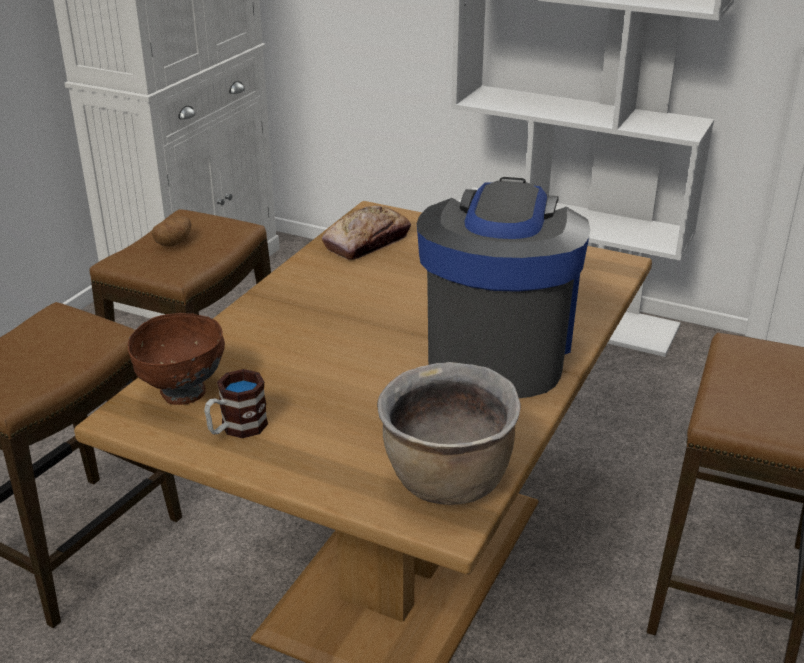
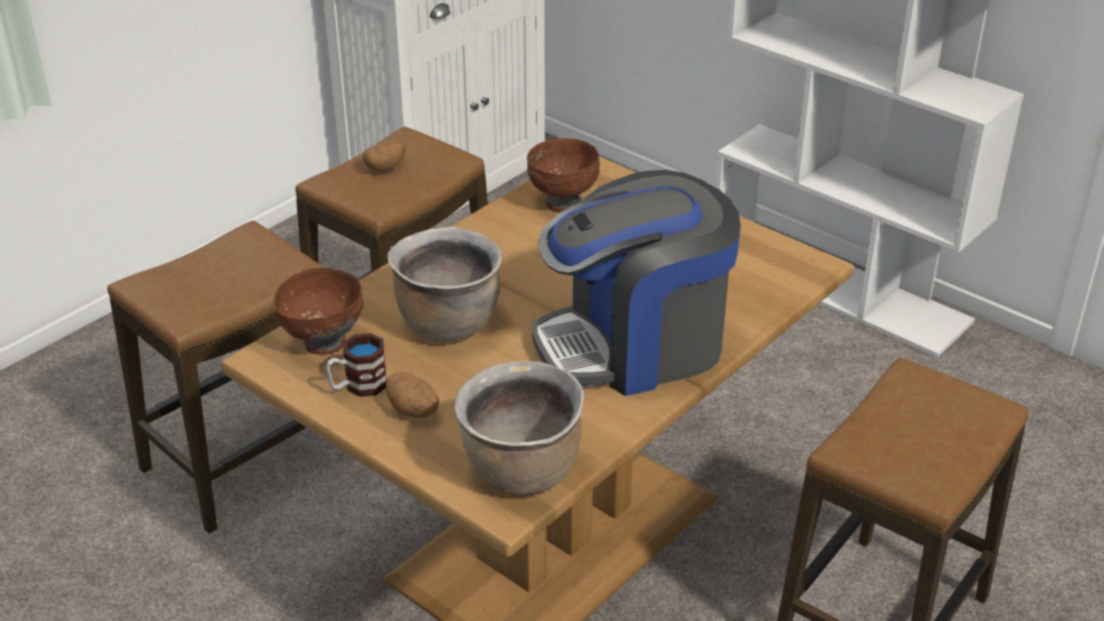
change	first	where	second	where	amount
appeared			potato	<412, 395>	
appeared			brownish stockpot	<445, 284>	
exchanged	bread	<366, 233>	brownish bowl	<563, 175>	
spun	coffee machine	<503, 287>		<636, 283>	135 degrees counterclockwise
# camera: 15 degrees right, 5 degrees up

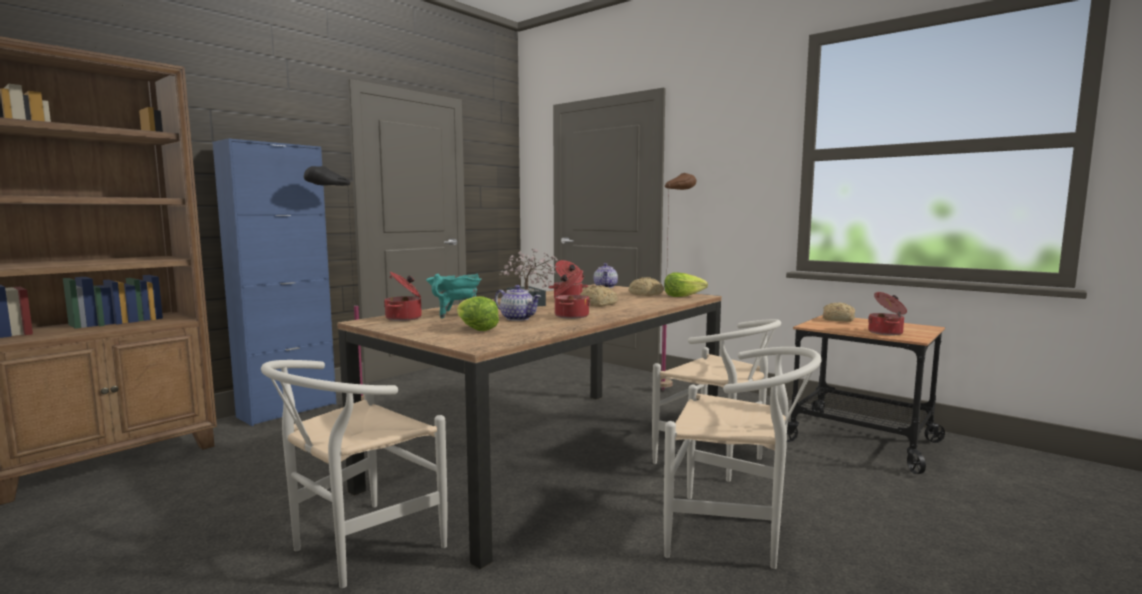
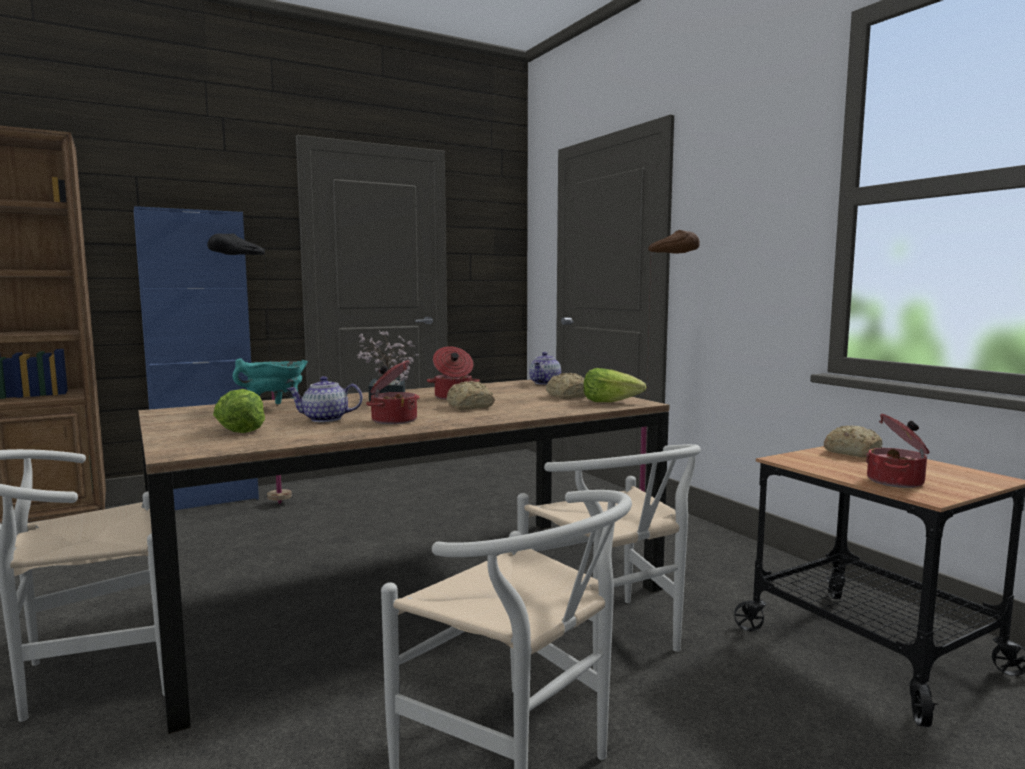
change	first	where	second	where	amount
spun	tea pot	<518, 303>		<325, 399>	120 degrees clockwise
missing	stockpot	<403, 296>			
# camera: 20 degrees right, 0 degrees up

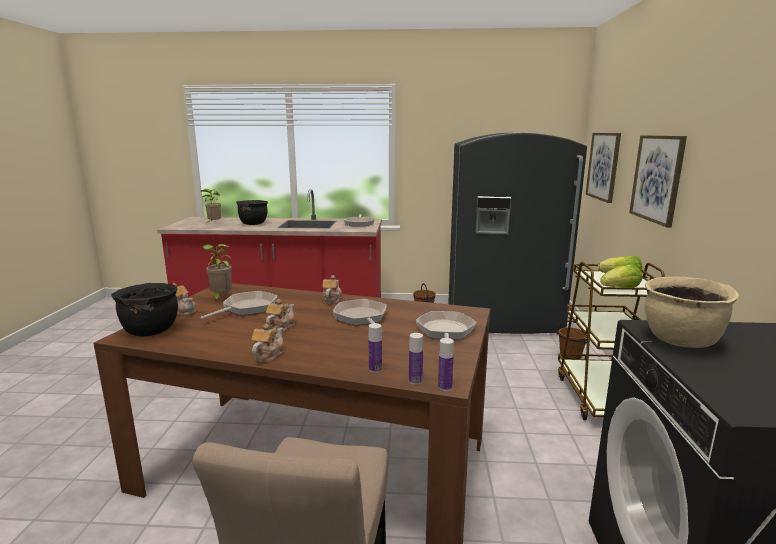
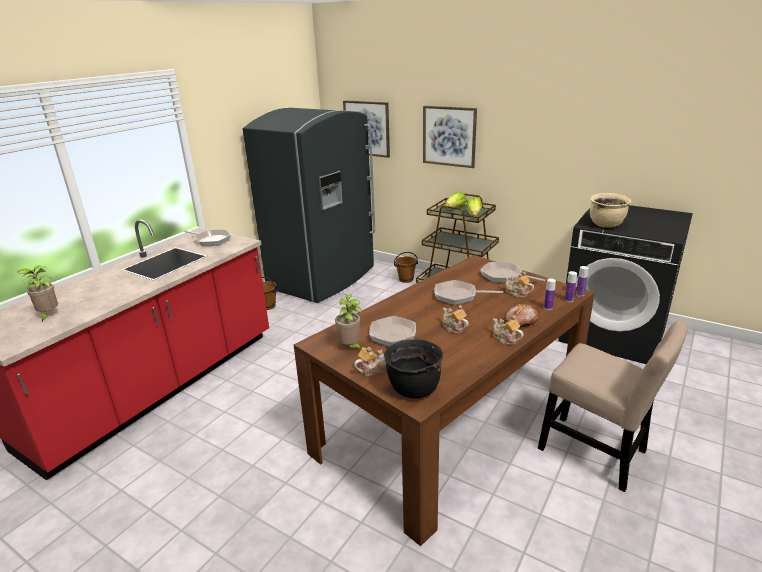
change	first	where	second	where	amount
appeared			bread	<521, 315>	
relocated	tea pot	<332, 289>		<519, 284>	
missing	black-coloured stockpot	<252, 212>			
# camera: 60 degrees left, 10 degrees up

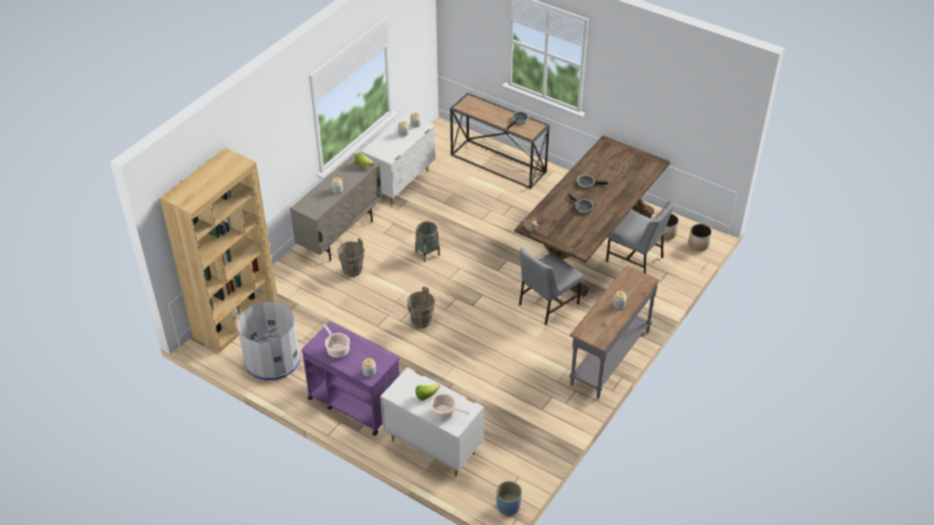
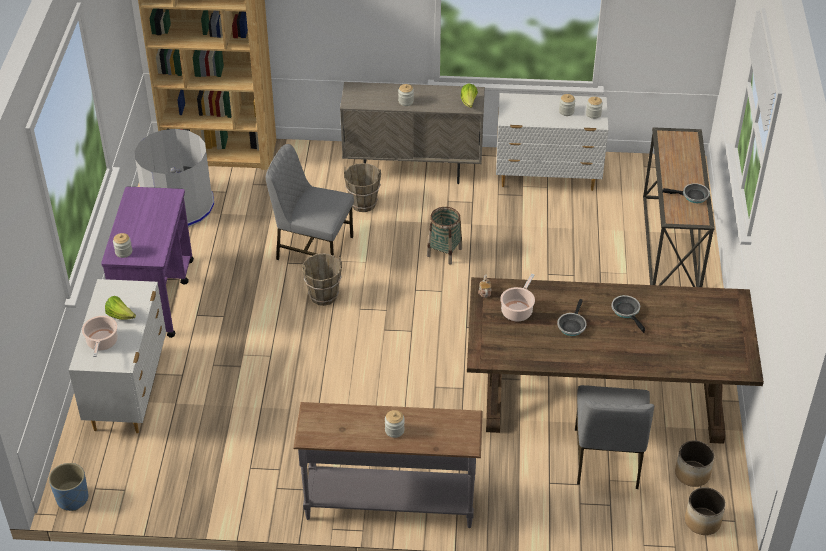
change	first	where	second	where	amount
relocated	grey chair	<551, 286>		<310, 202>	
relocated	stockpot	<336, 341>		<517, 297>	
# camera: 60 degrees right, 0 degrees up

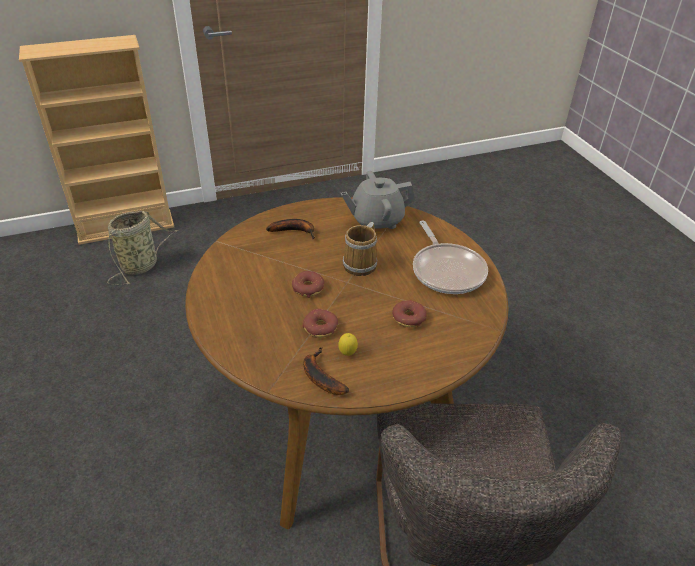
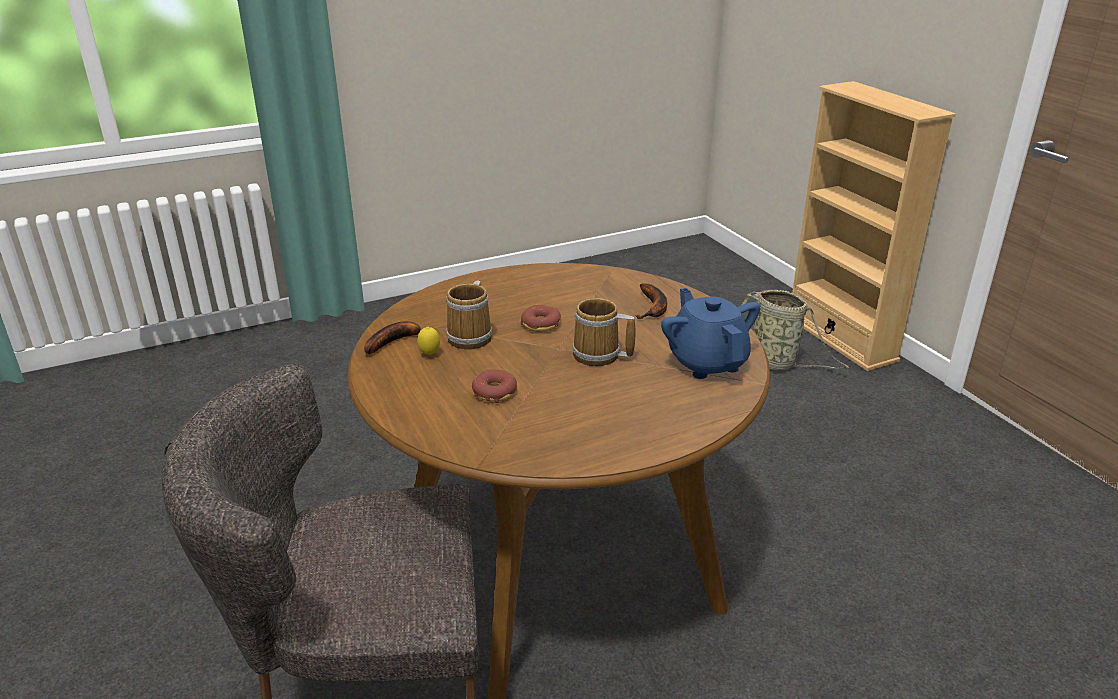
change	first	where	second	where	amount
exchanged	doughnut	<320, 323>	mug	<469, 315>	
colour	grey tea pot	<378, 200>	blue tea pot	<710, 333>	
missing	frying pan	<450, 257>			
# camera: 85 degrees right, 10 degrees down

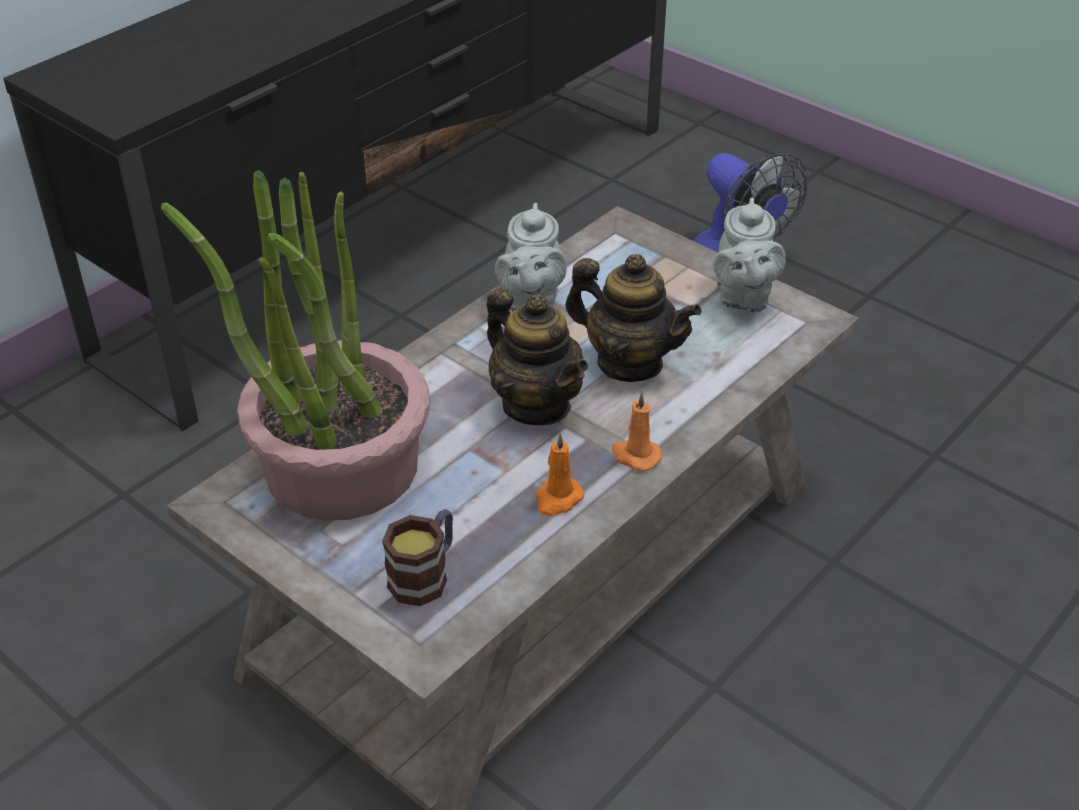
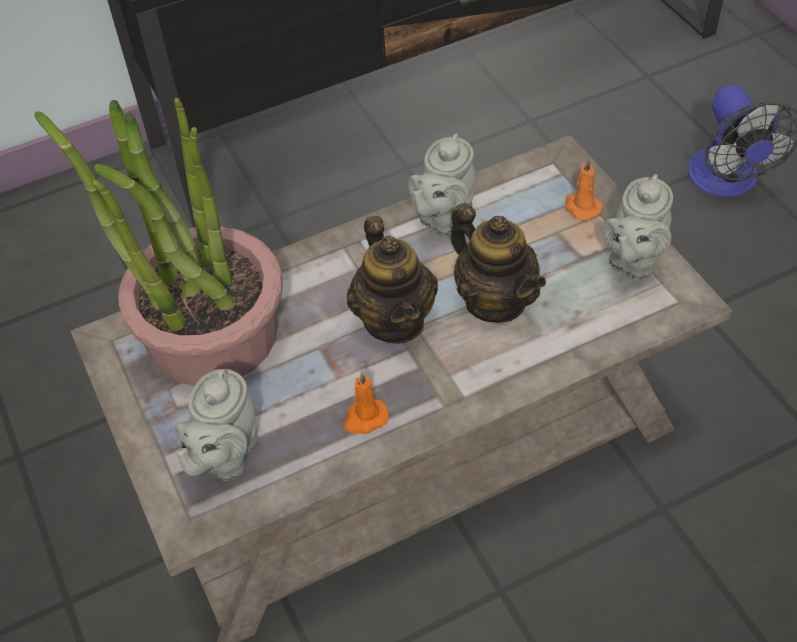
change	first	where	second	where	amount
exchanged	mug	<417, 557>	grey tea pot	<216, 425>	
relocated	orangey wax candle	<637, 431>		<583, 189>	
# camera: 25 degrees right, 10 degrees up

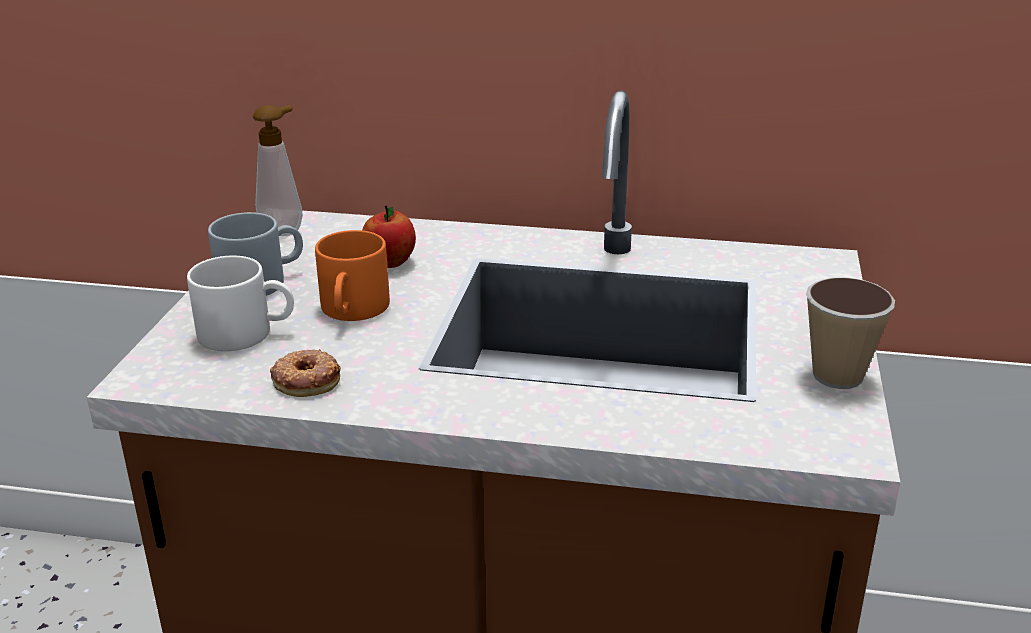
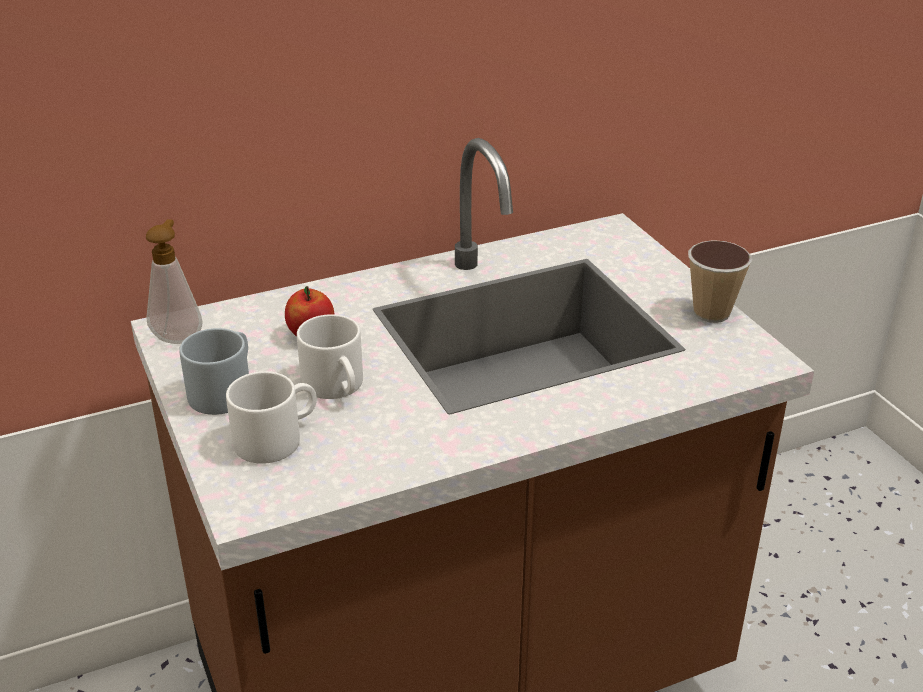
change	first	where	second	where	amount
colour	orangey mug	<352, 275>	white mug	<330, 356>	
missing	doughnut	<305, 373>			
# camera: 35 degrees left, 5 degrees up

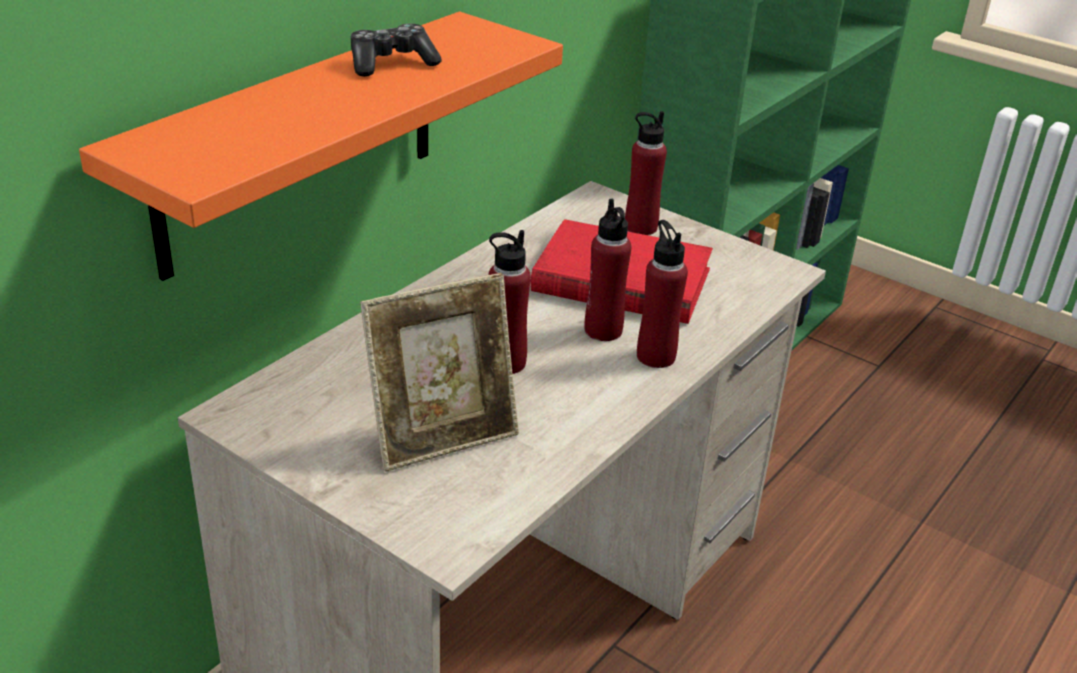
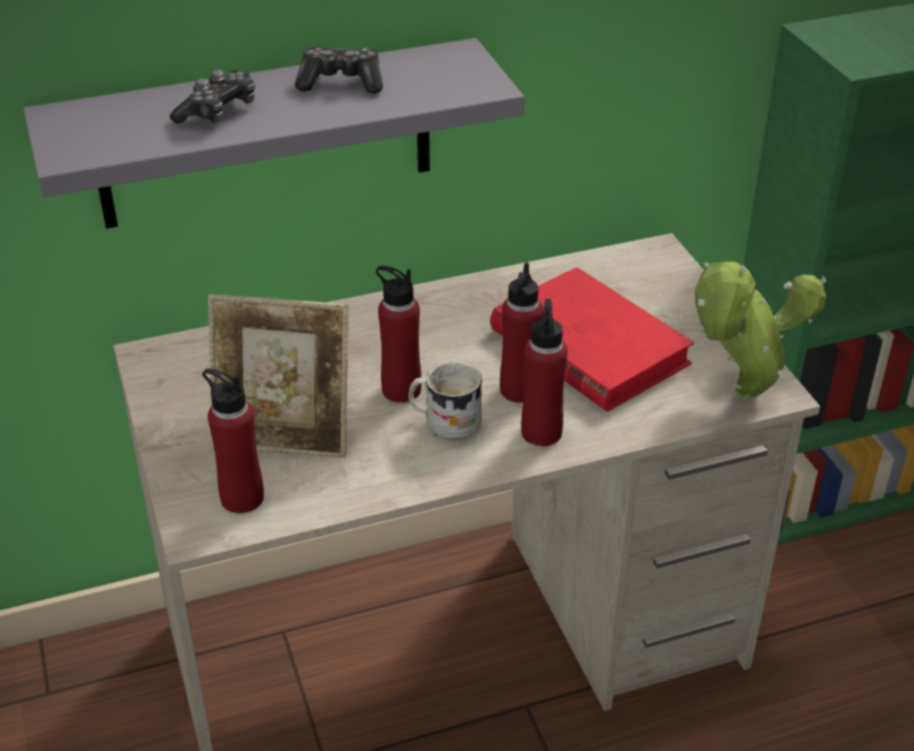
change	first	where	second	where	amount
colour	orangey wall shelf	<321, 146>	grey wall shelf	<273, 133>	
appeared			game controller	<212, 97>	
relocated	reddish bottle	<646, 173>		<233, 440>	
appeared			white mug	<445, 400>	
appeared			potted plant	<760, 330>	
# camera: 35 degrees right, 5 degrees up

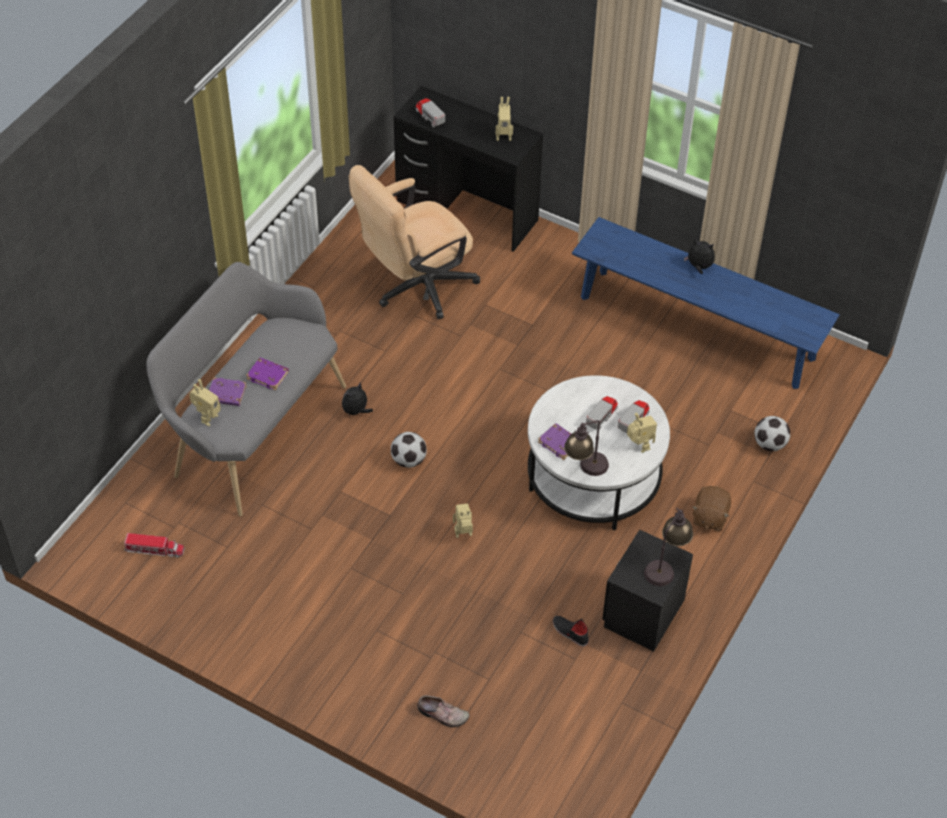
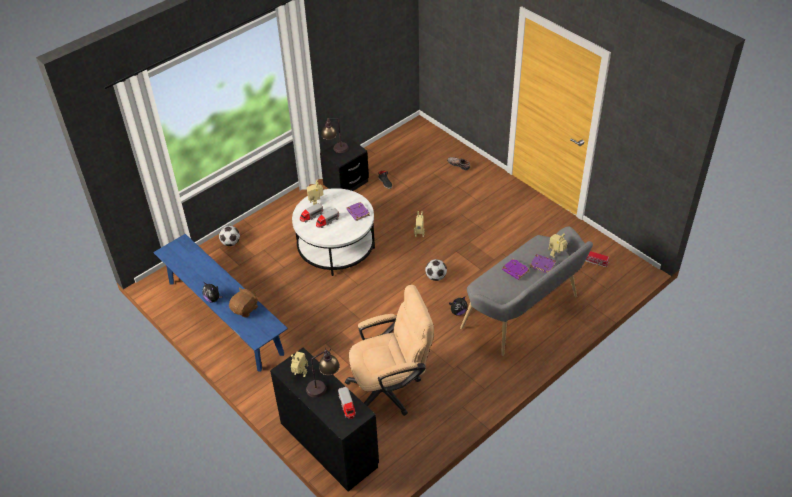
change	first	where	second	where	amount
relocated	brownish cuddly toy	<711, 508>		<243, 302>	
relocated	lamp for a table	<586, 448>		<323, 373>	
# camera: 160 degrees left, 5 degrees down

